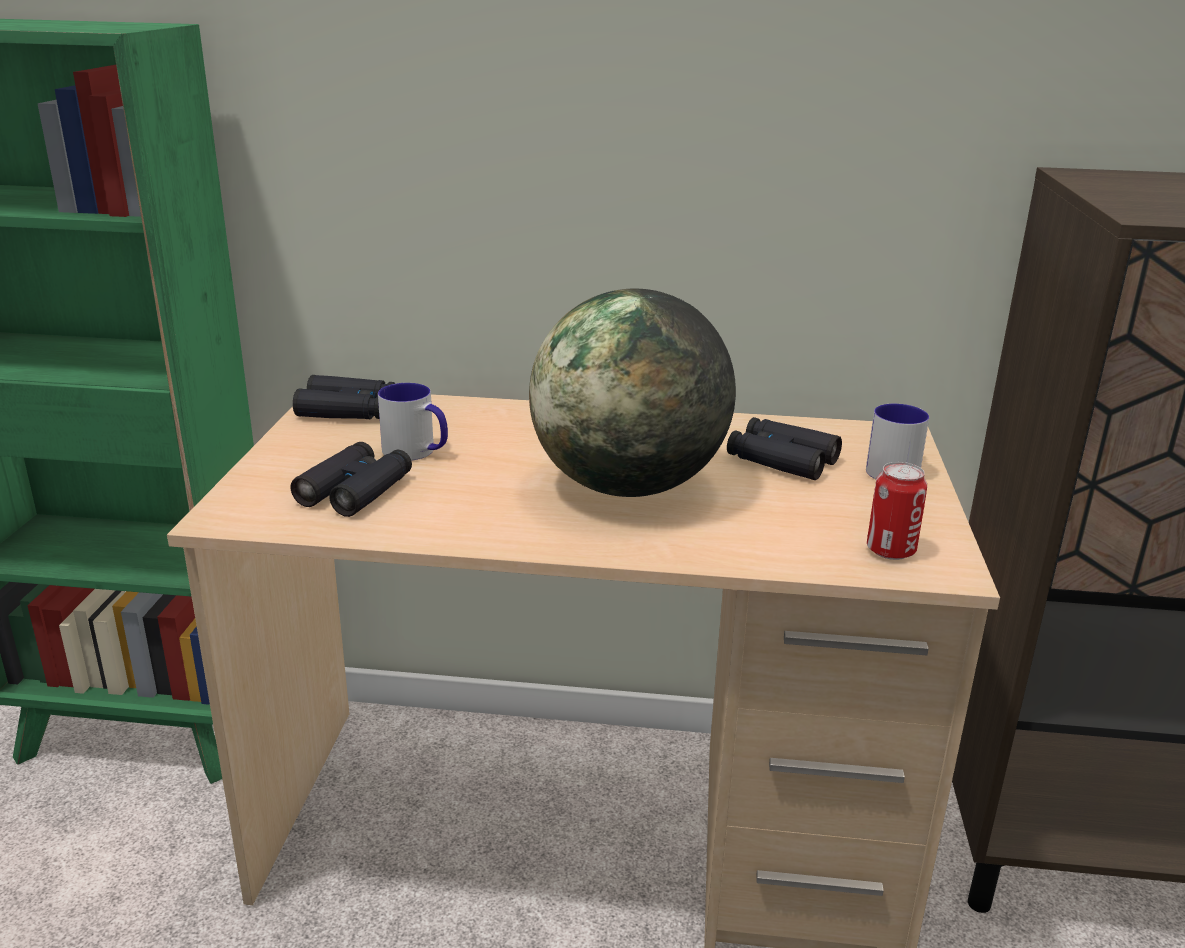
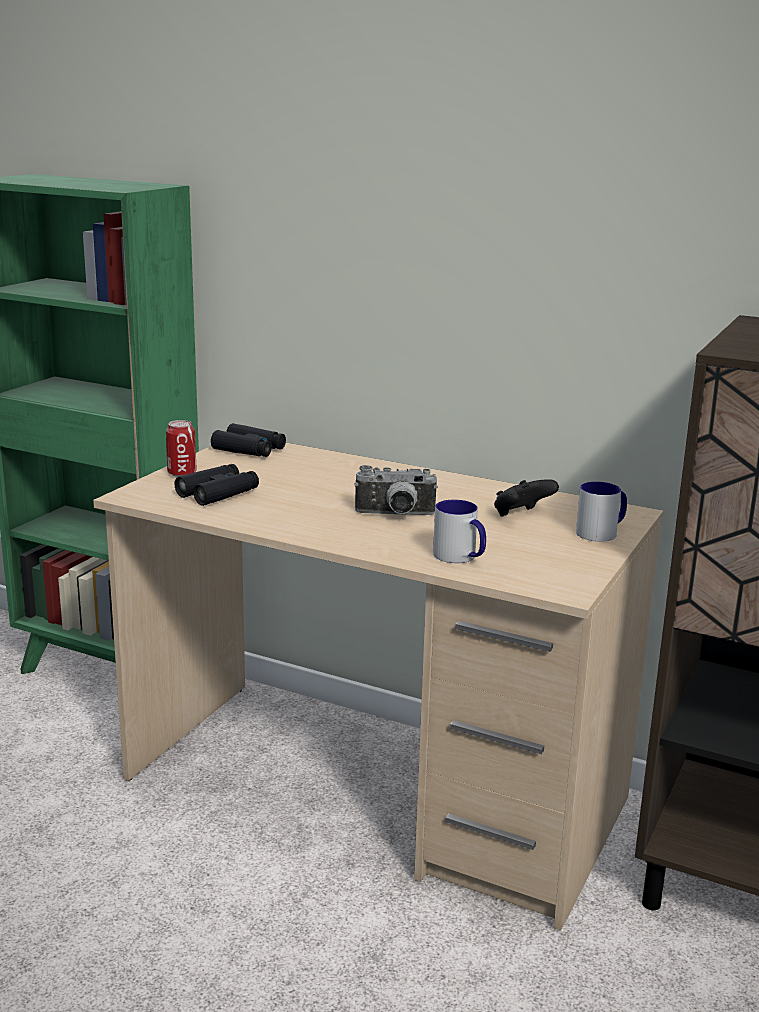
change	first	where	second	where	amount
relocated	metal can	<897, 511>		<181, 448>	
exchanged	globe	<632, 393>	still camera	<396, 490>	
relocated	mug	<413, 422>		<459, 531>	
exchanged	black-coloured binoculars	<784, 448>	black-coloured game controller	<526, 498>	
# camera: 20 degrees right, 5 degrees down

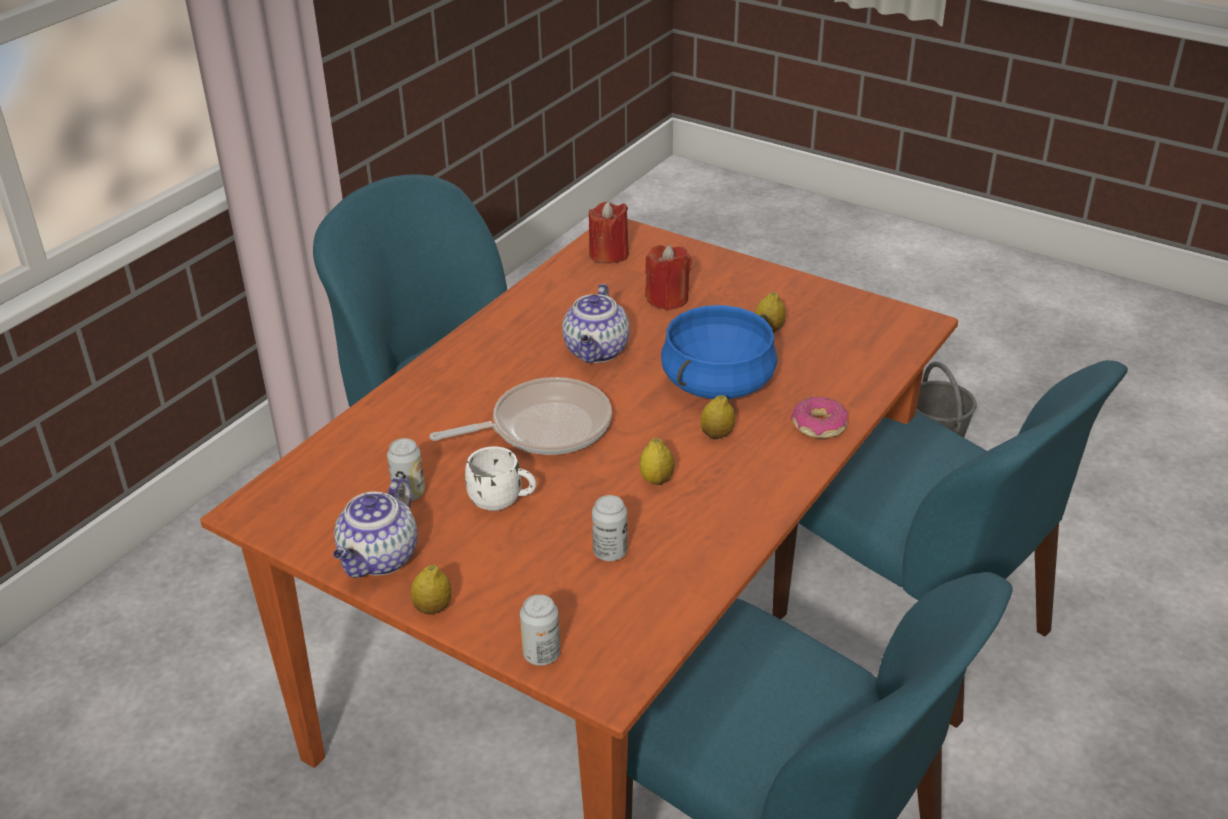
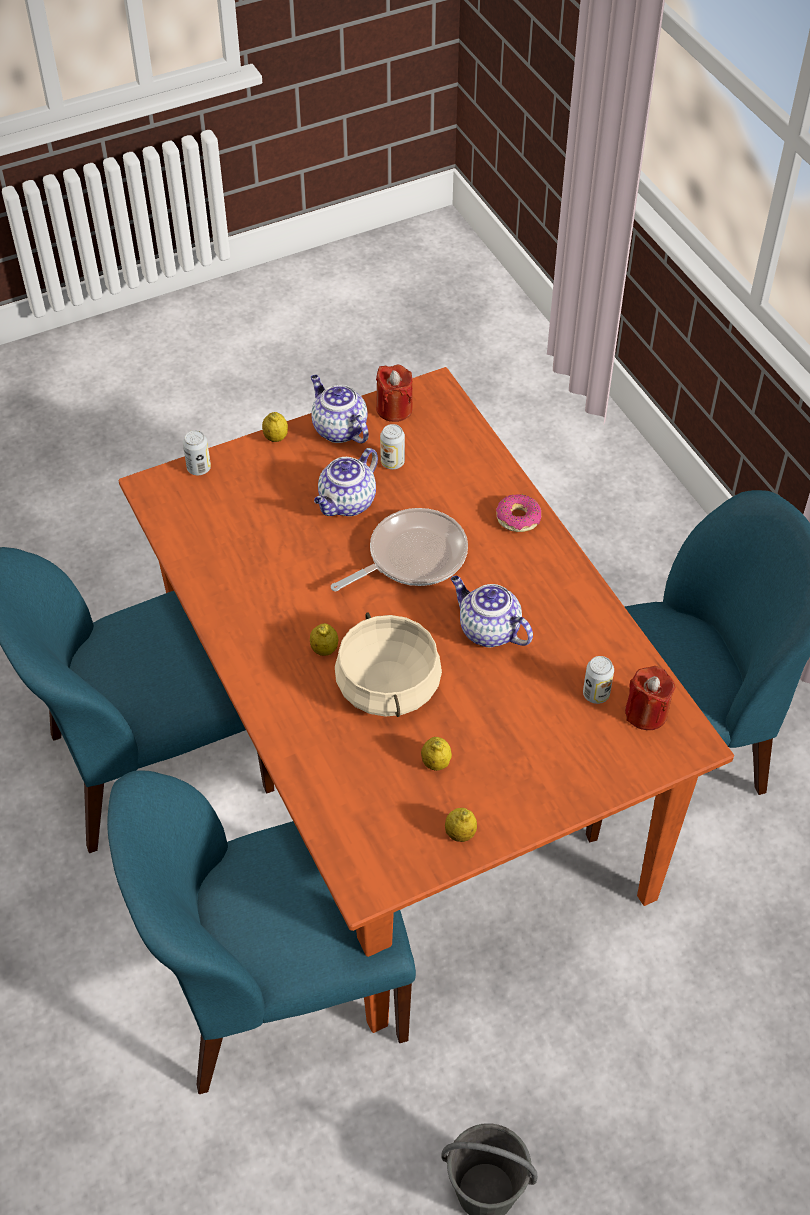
change	first	where	second	where	amount
exchanged	white mug	<500, 478>	tea pot	<346, 482>	
spun	frying pan	<521, 416>		<399, 549>	135 degrees counterclockwise
colour	blue stockpot	<719, 352>	sand-coloured stockpot	<388, 664>	
relocated	reddish wax candle	<668, 277>		<394, 393>	
relocated	lemon	<657, 461>		<461, 825>	
relocated	doughnut	<819, 417>		<518, 513>	
relocated	metal can	<609, 528>		<598, 680>	
# camera: 120 degrees right, 15 degrees up

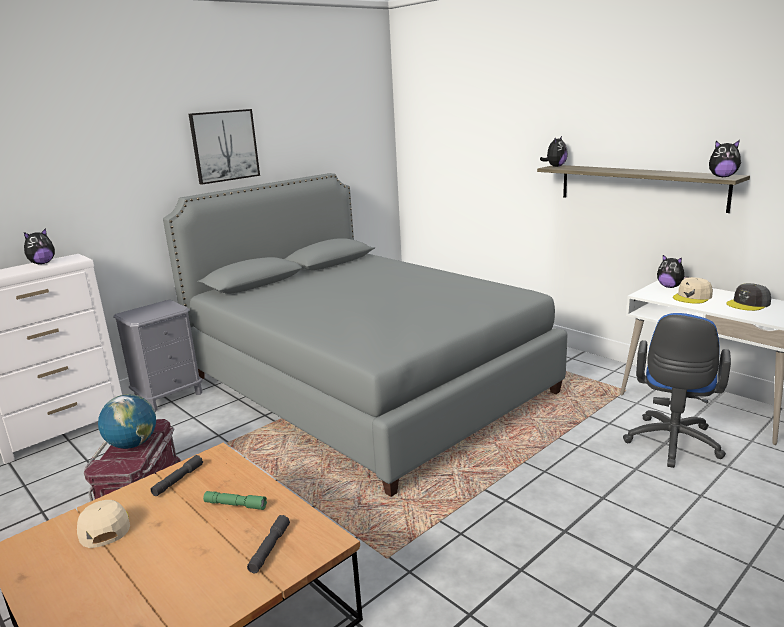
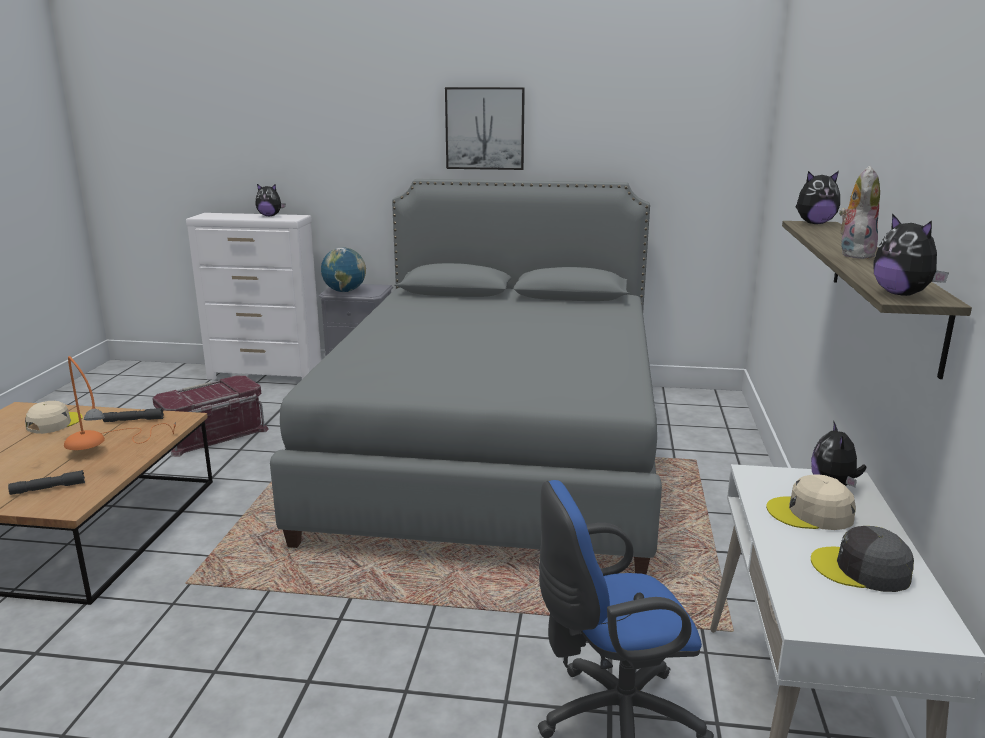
change	first	where	second	where	amount
exchanged	green-coloured torch	<235, 500>	orangey lamp for a table	<120, 403>	
relocated	globe	<127, 421>		<343, 269>	
appeared			cuddly toy	<859, 212>	
# camera: 50 degrees right, 0 degrees up

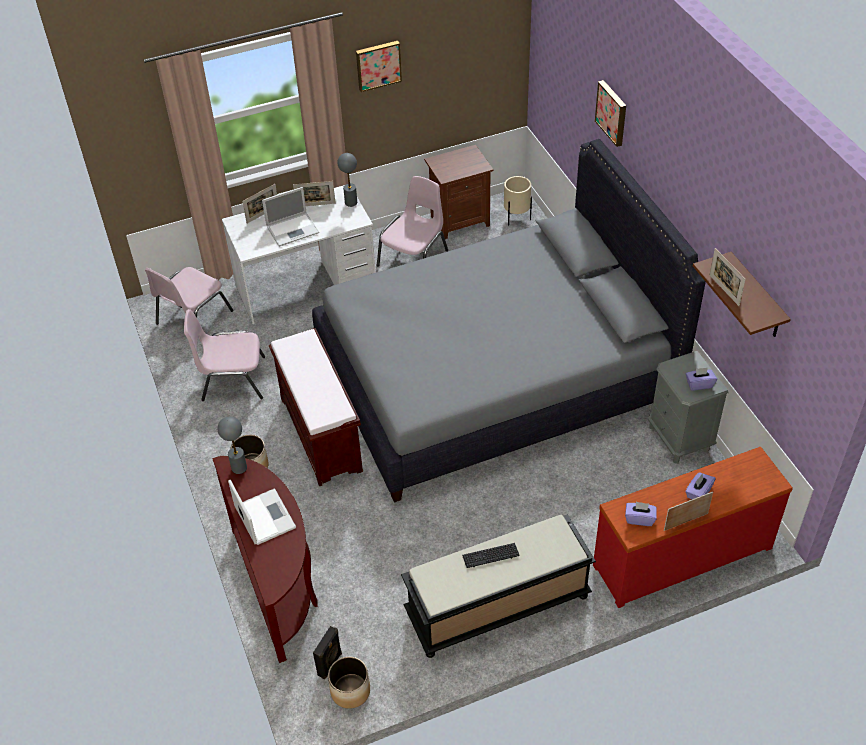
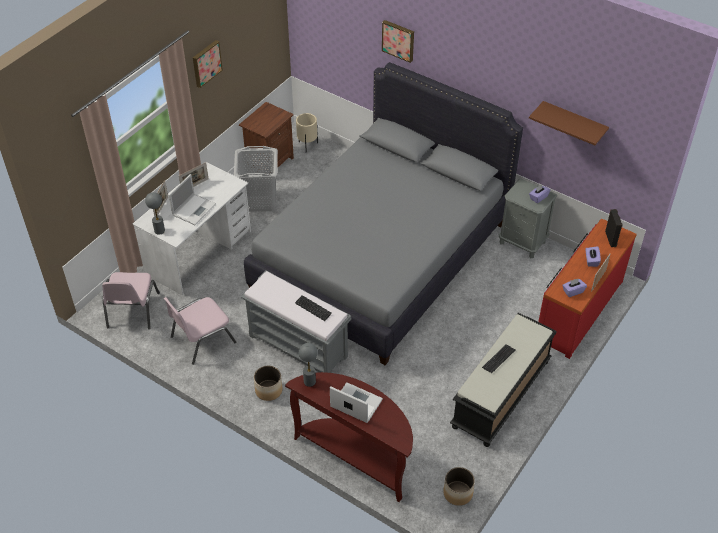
change	first	where	second	where	amount
relocated	grey lamp for a table	<347, 180>		<155, 213>	
exchanged	pink chair	<412, 221>	grey washing basket	<256, 179>	
colour	brownish bench	<316, 407>	grey bench	<296, 322>	
appeared			computer keyboard	<313, 308>	
relocated	black-coloured loudspeaker	<327, 652>		<614, 228>	
missing	standing frame	<728, 277>			
# camera: 35 degrees left, 0 degrees up

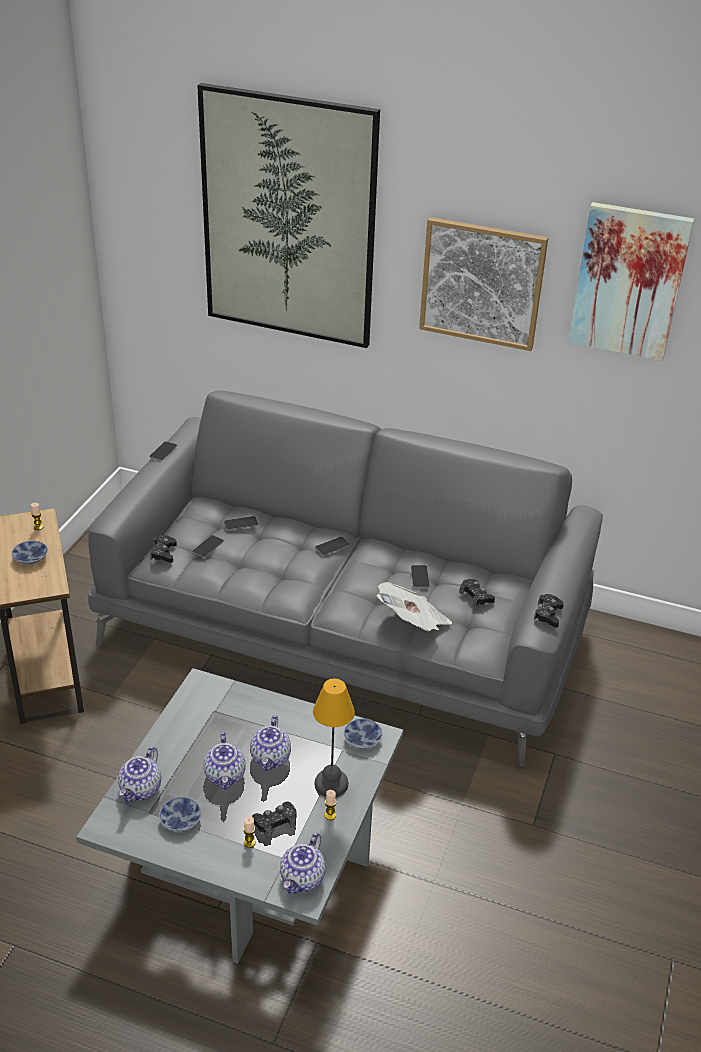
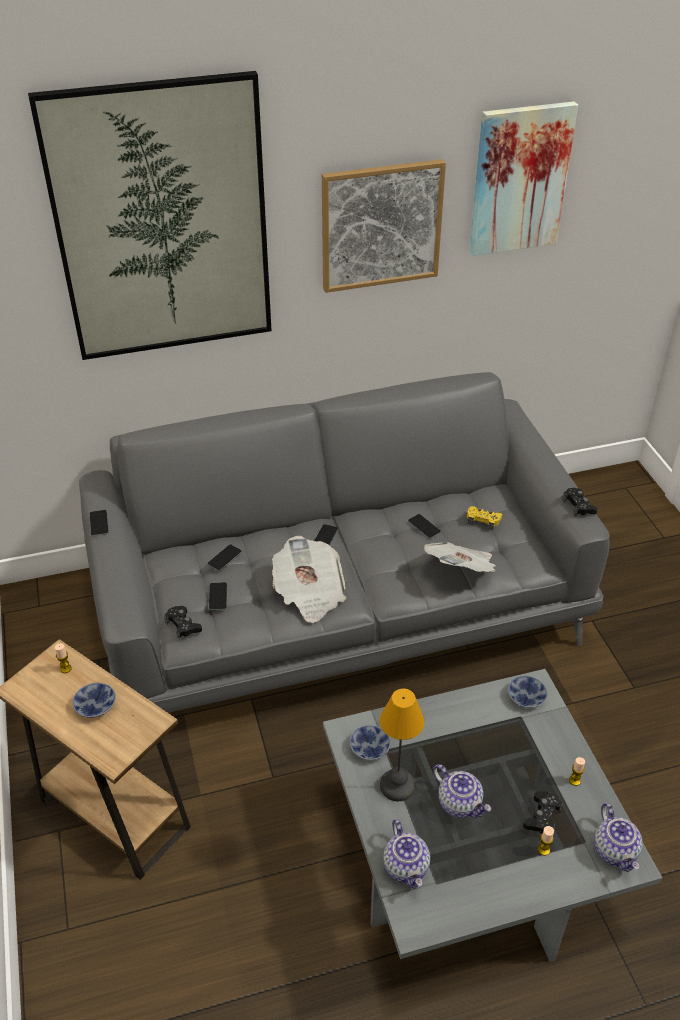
change	first	where	second	where	amount
appeared			printed paper	<309, 579>	
relocated	bowl	<180, 814>		<370, 742>	
relocated	lamp for a table	<334, 738>		<402, 744>	
colour	black-coloured game controller	<477, 593>	yellow game controller	<484, 518>	
missing	tea pot	<270, 743>			
# camera: 35 degrees left, 5 degrees up

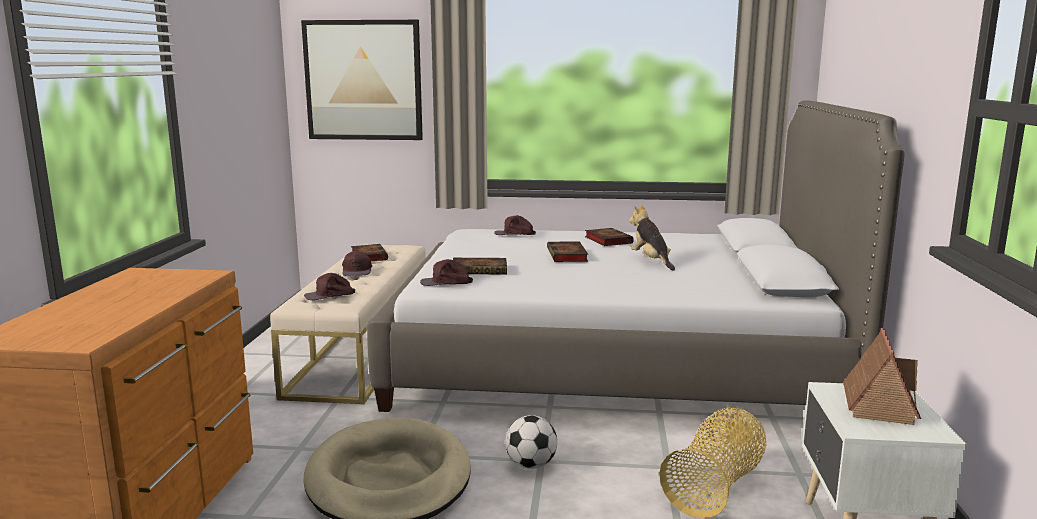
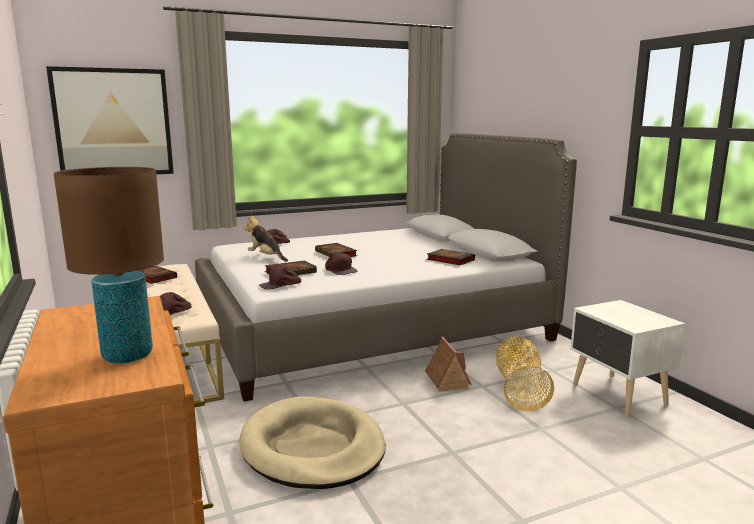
change	first	where	second	where	amount
appeared			brownish lamp for a table	<108, 265>	
relocated	cuddly toy	<652, 237>		<266, 238>	
relocated	brownish peaked cap	<357, 263>		<341, 263>	
relocated	toy house	<882, 376>		<448, 364>	
relocated	volume	<609, 237>		<451, 257>	
missing	ball for football	<531, 442>			
# camera: 30 degrees left, 0 degrees up

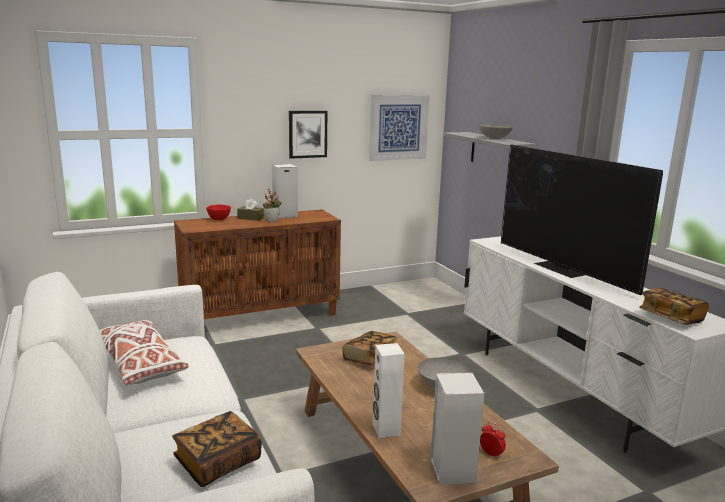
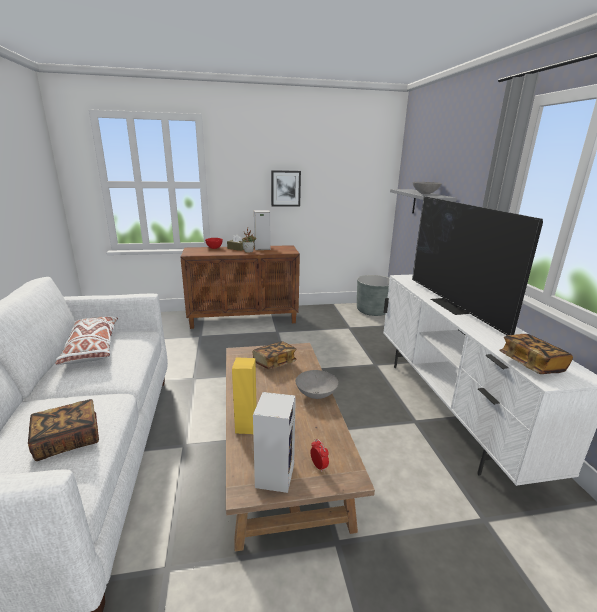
change	first	where	second	where	amount
colour	white loudspeaker	<389, 390>	yellow loudspeaker	<244, 395>	
appeared			grey flower pot	<373, 295>	
missing	picture	<399, 128>			
# camera: 15 degrees right, 5 degrees up

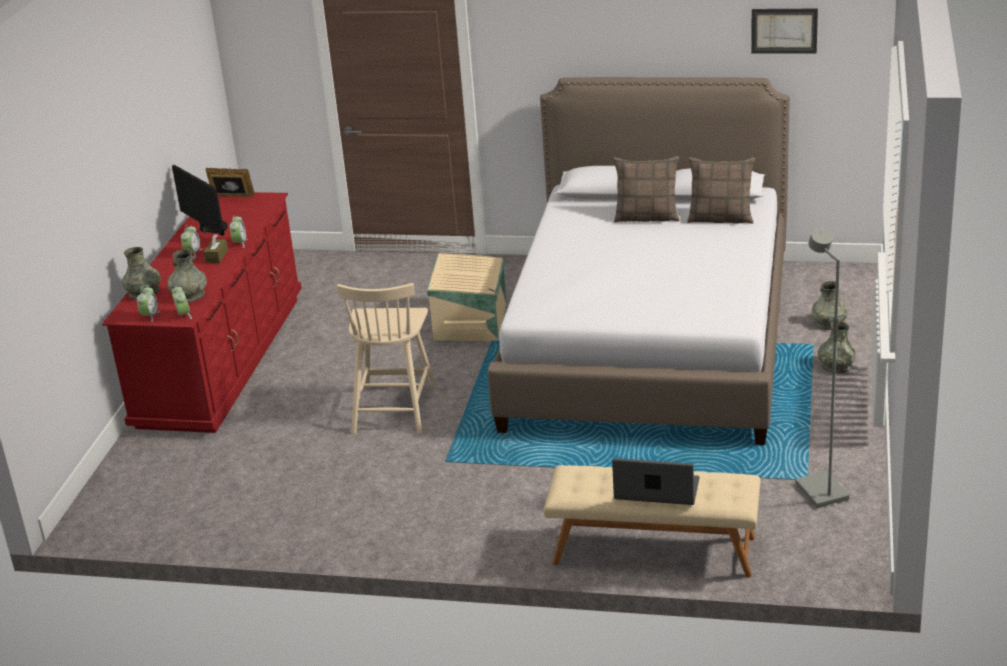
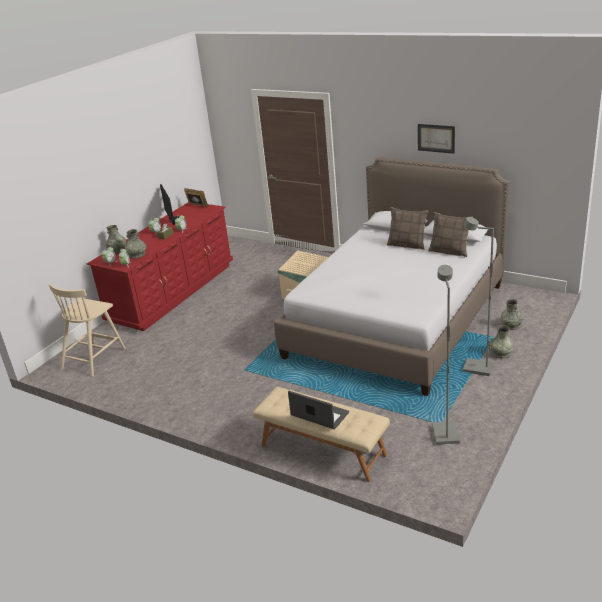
change	first	where	second	where	amount
relocated	sand-coloured chair	<386, 358>		<87, 330>	
relocated	picture	<784, 31>		<436, 139>	
appeared			grey standard lamp	<478, 296>	
# camera: 20 degrees right, 0 degrees up

